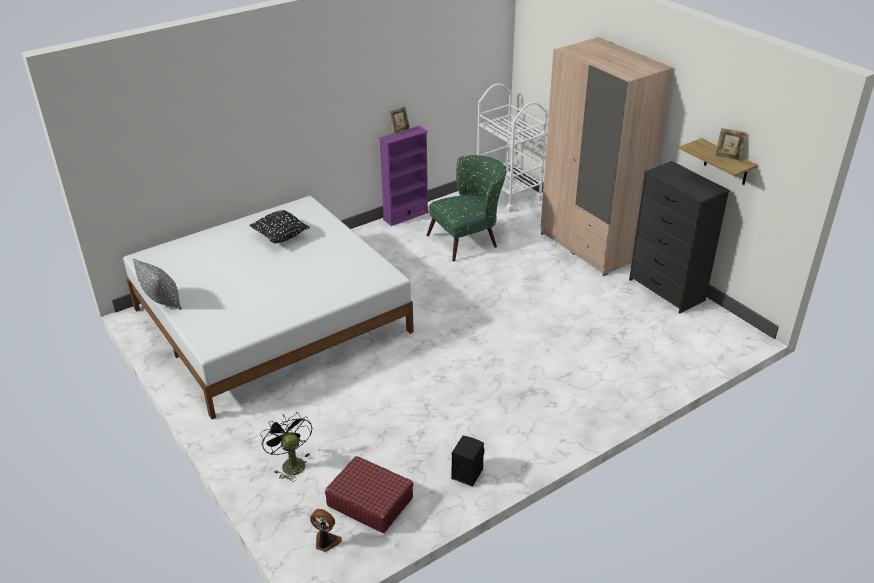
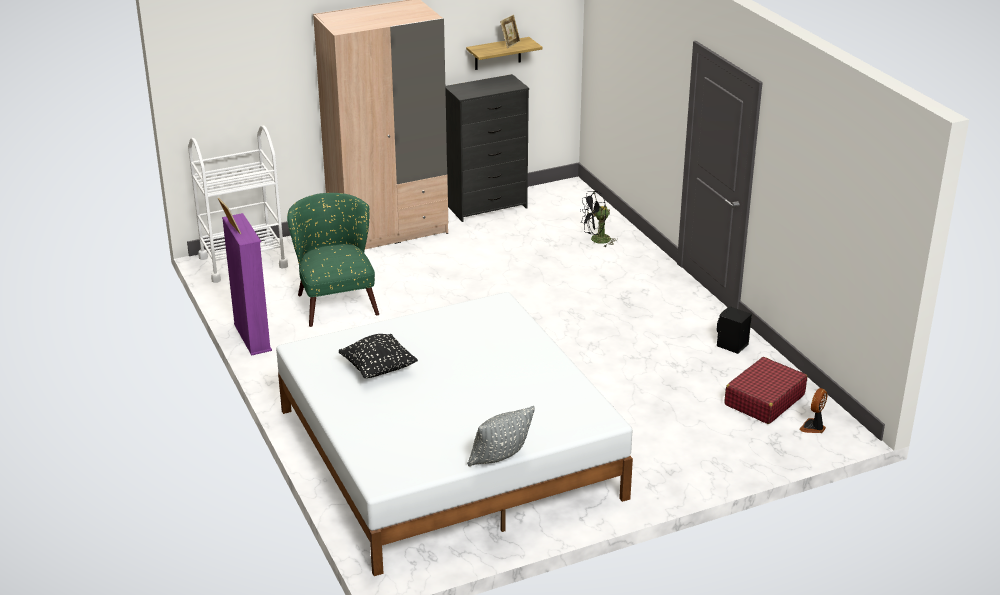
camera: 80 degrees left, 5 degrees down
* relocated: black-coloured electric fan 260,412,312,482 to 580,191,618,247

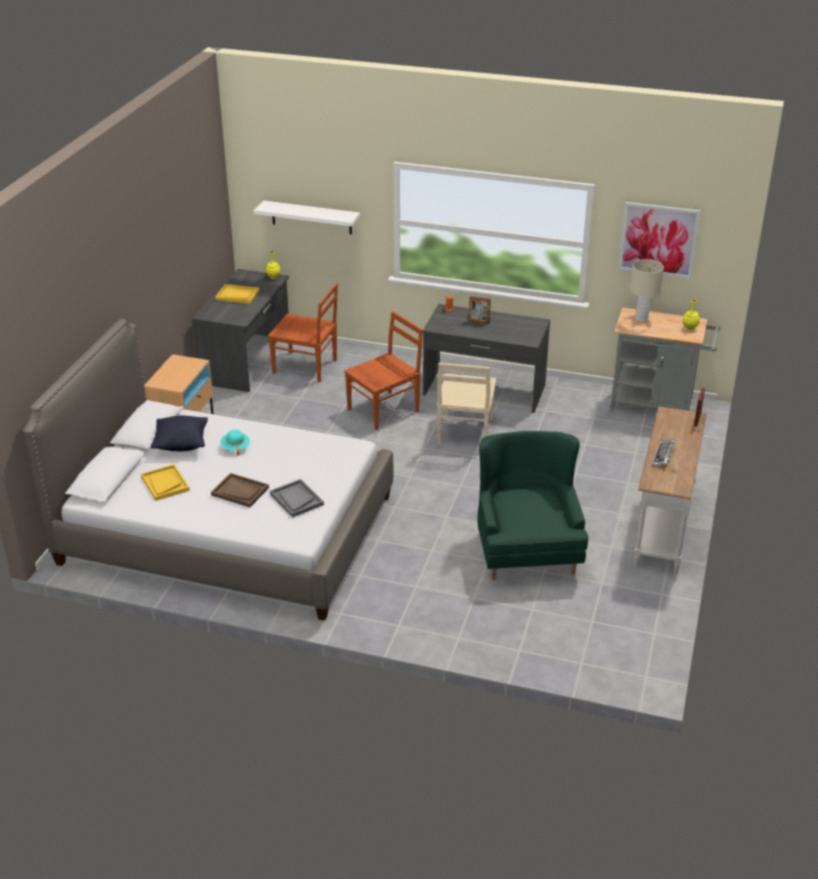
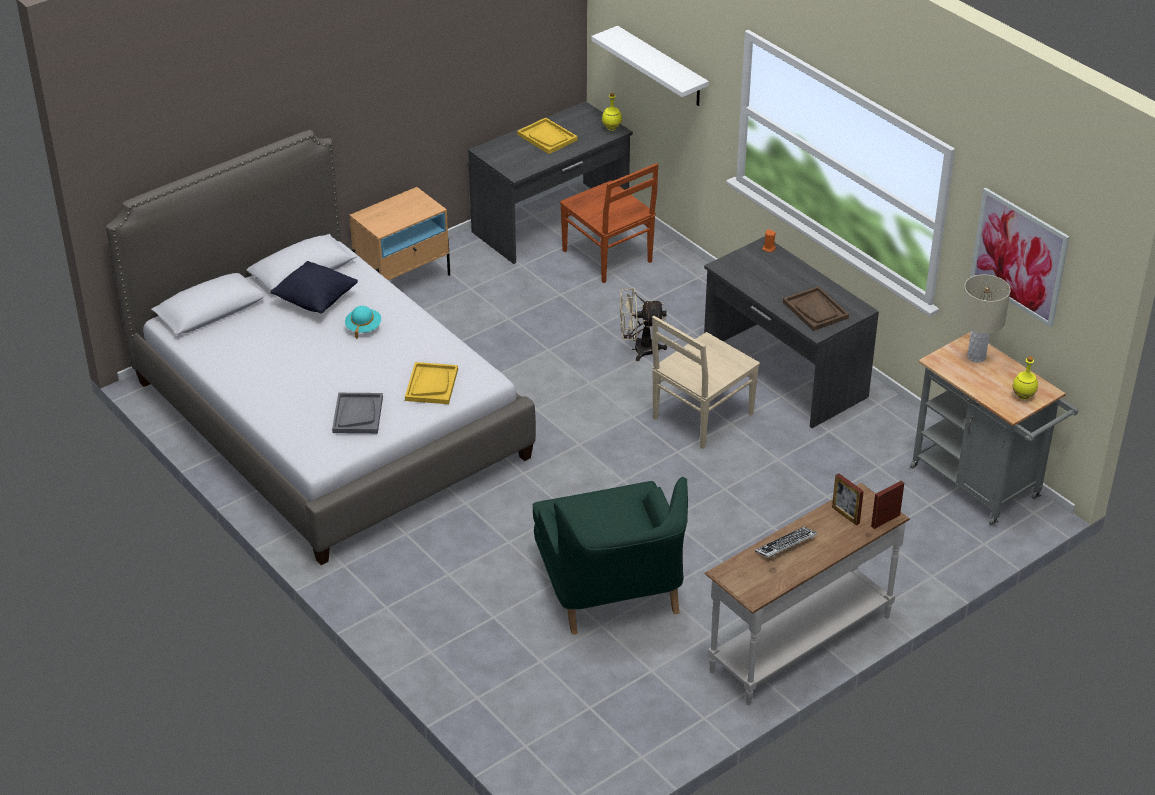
camera: 35 degrees right, 5 degrees up
* relocated: yellow carrying tray 141,464,190,501 to 405,362,458,404
* spun: green-coloured lounge chair 477,431,589,580 = 532,477,688,635 135 degrees clockwise
* exchanged: brownish chair 344,311,423,430 to beige-coloured electric fan 620,287,667,361
* relocated: brownish carrying tray 211,473,269,507 to 783,286,849,331
* relocated: picture frame 469,296,491,324 to 832,473,864,526

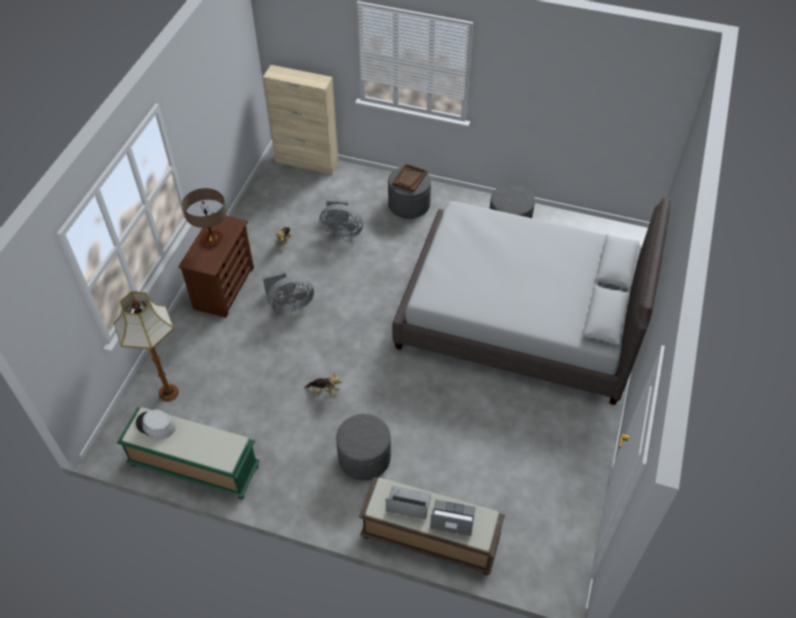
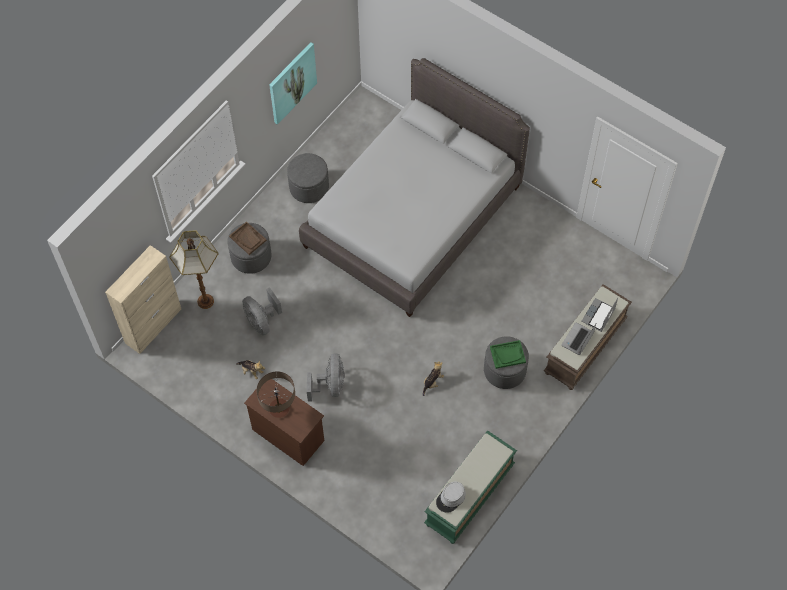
camera: 70 degrees left, 10 degrees up
* relocated: standing lamp 114,291,179,401 to 169,230,218,309
* spun: gray electric fan 319,198,363,239 = 242,287,282,335 120 degrees clockwise
* appeared: wall art 269,42,317,125
* appeared: green-coloured carrying tray 490,340,526,369

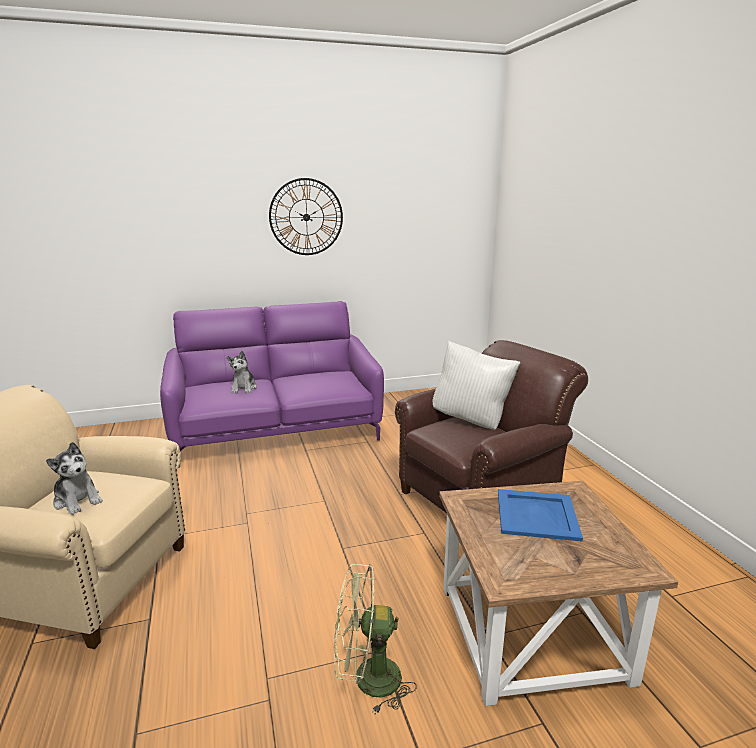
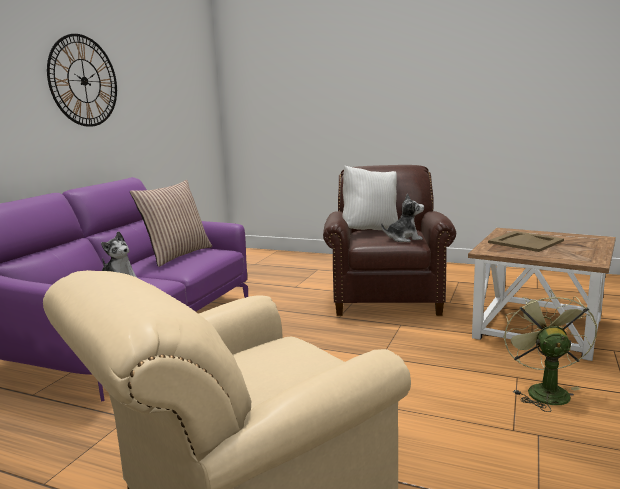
camera: 50 degrees left, 5 degrees down
* appeared: cushion 130,180,212,267
* relocated: soft toy 46,442,103,515 to 381,193,424,242
* colour: blue-coloured carrying tray 498,489,583,541 to beige-coloured carrying tray 488,231,564,252
* spun: green-coloured electric fan 334,564,417,714 = 503,290,597,412 150 degrees clockwise

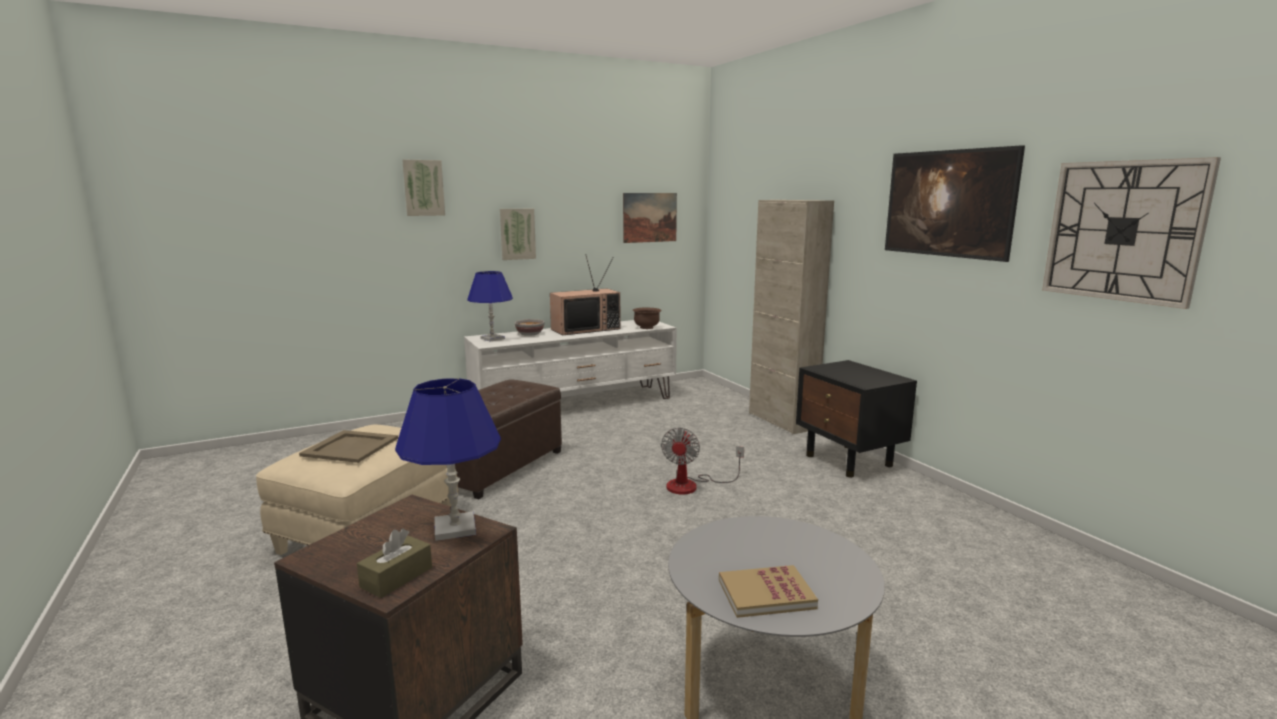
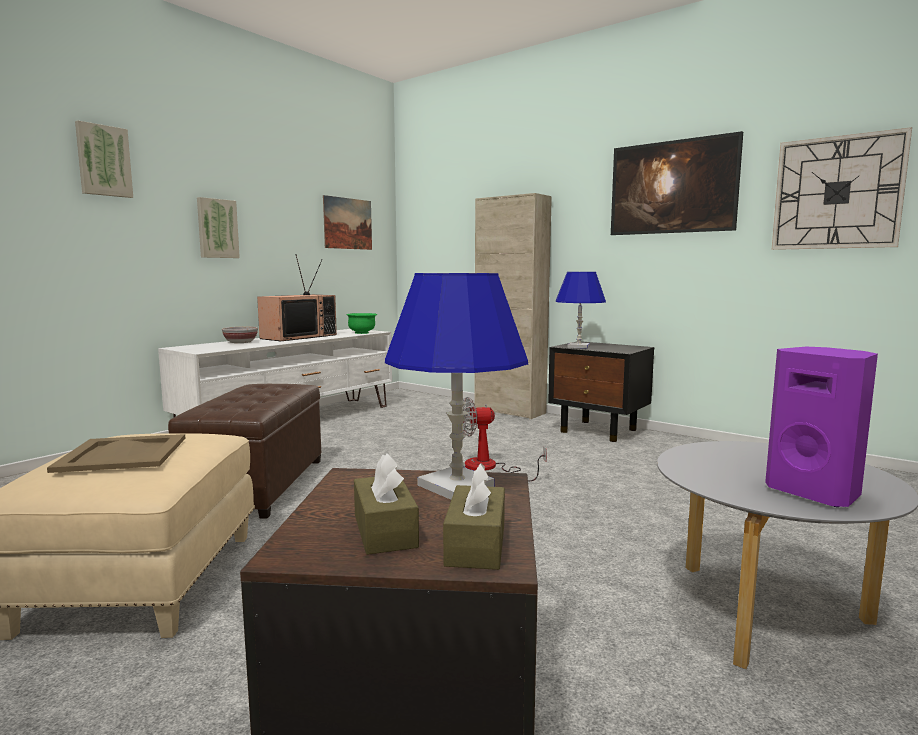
camera: 25 degrees left, 5 degrees down
* colour: brownish bowl 633,307,662,329 to green-coloured bowl 346,313,377,334
* appeared: brownish tissue box 354,453,419,555
* spun: electric fan 661,428,744,495 = 463,397,547,481 90 degrees clockwise
* relocated: blue-coloured tabletop lamp 467,271,513,342 to 556,272,606,348
* exchanged: book 719,565,818,618 to purple-coloured audio speaker 765,347,878,507

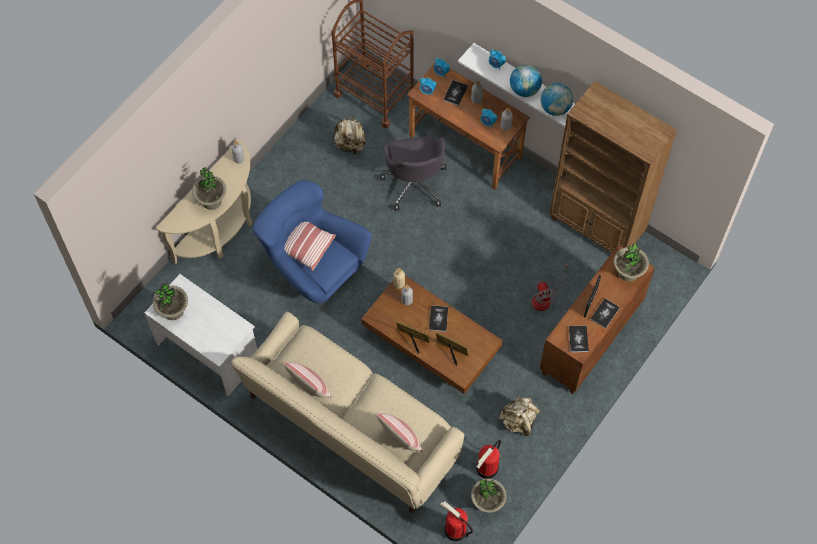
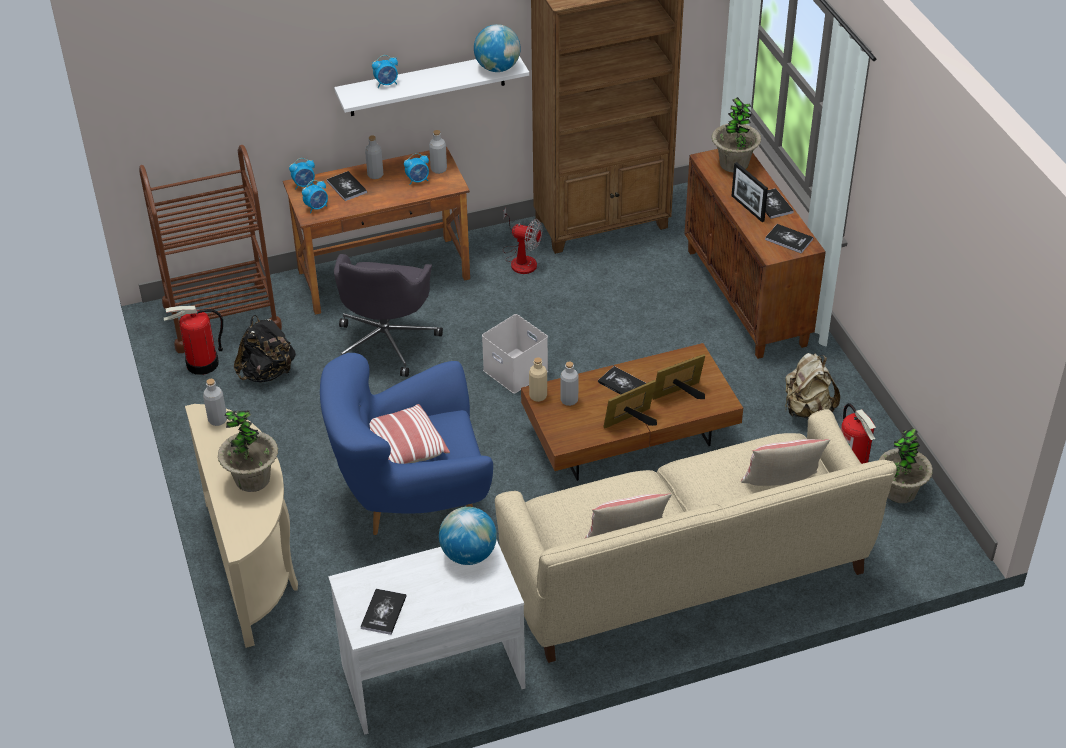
camera: 55 degrees left, 20 degrees down
* relocated: fire extinguisher 440,501,473,541 to 164,306,223,375
* colour: beige-coloured knapsack 332,116,366,156 to black-coloured knapsack 234,315,296,382
* spun: gray computer chair 380,136,447,211 = 334,254,443,377 75 degrees clockwise
* exchanged: houseplant 153,283,188,320 to book 360,589,407,635
* relocated: world globe 510,64,542,97 to 439,507,497,565
* appeared: whitish storage box 482,314,548,394
* relocated: electric fan 532,263,569,311 to 503,208,542,274

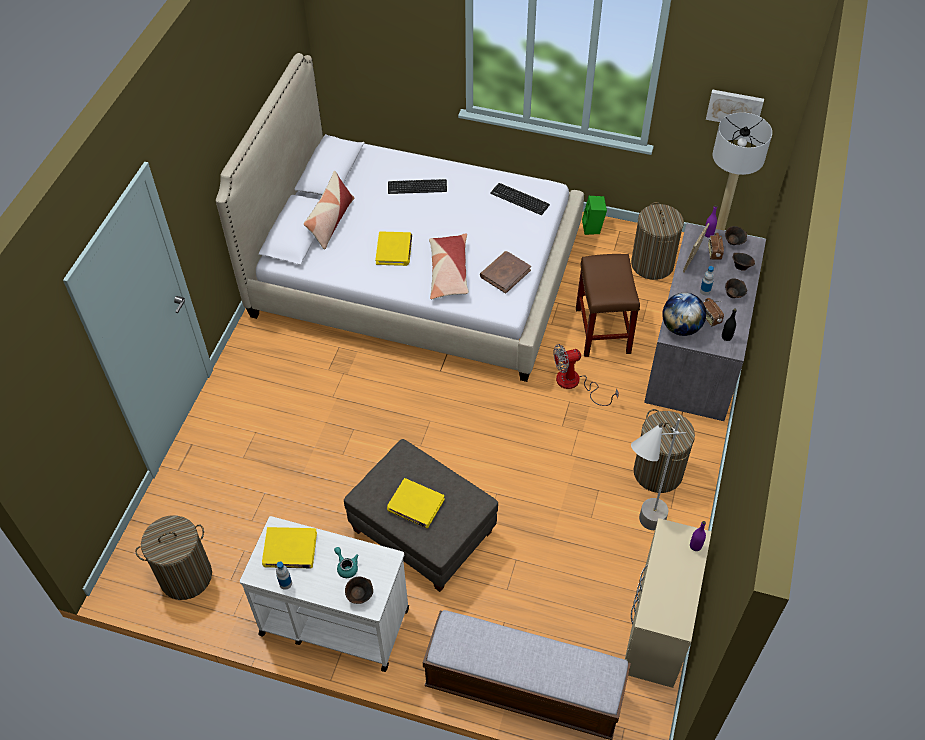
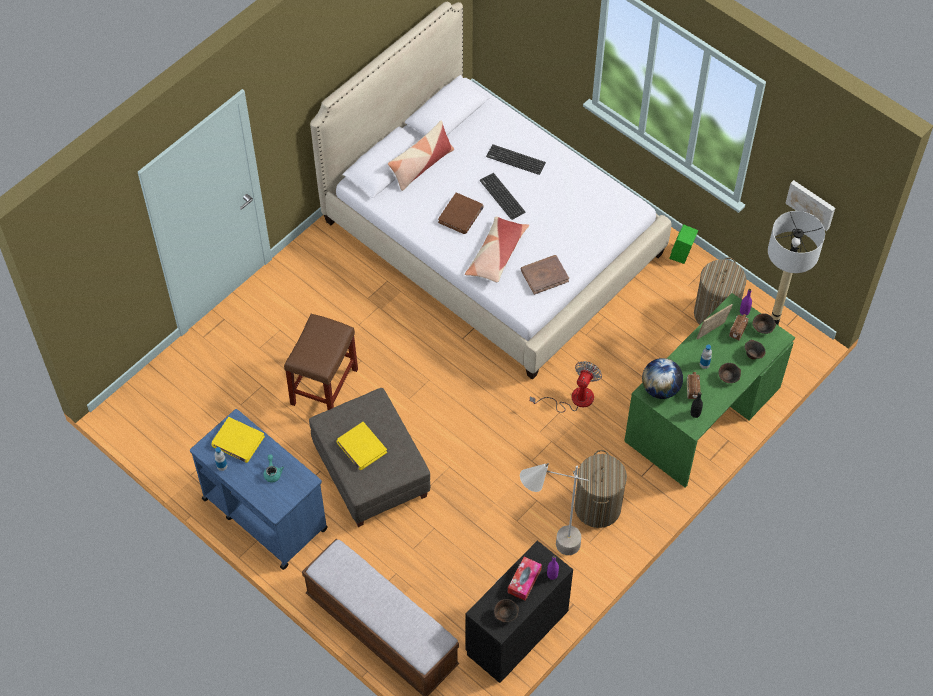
camera: 25 degrees right, 5 degrees up
* colour: whitish trolley 240,516,409,672 to blue-coloured trolley 190,409,328,570
* relocated: brownish stool 576,254,640,357 to 284,314,358,410
* colour: yellow book 375,231,412,266 to brownish book 438,192,484,234
* colour: beige-coloured dresser 625,518,712,688 to black-coloured dresser 465,540,573,683
* relocated: PC keyboard 490,183,550,215 to 480,173,526,220
* relocated: brownish bowl 345,577,373,604 to 494,599,519,622
* appeared: tissue box 508,557,542,601
* spun: electric fan 553,344,619,406 = 530,361,602,413 105 degrees clockwise
* colour: gray desk unit 644,223,766,421 to green-coloured desk unit 624,293,795,488
* missing: washing basket 135,515,212,600

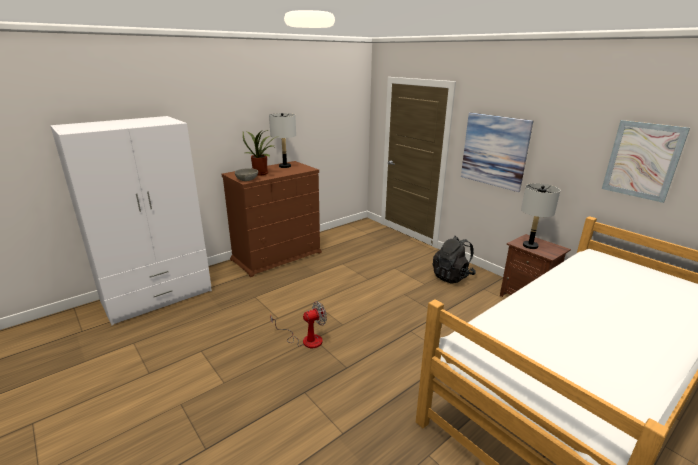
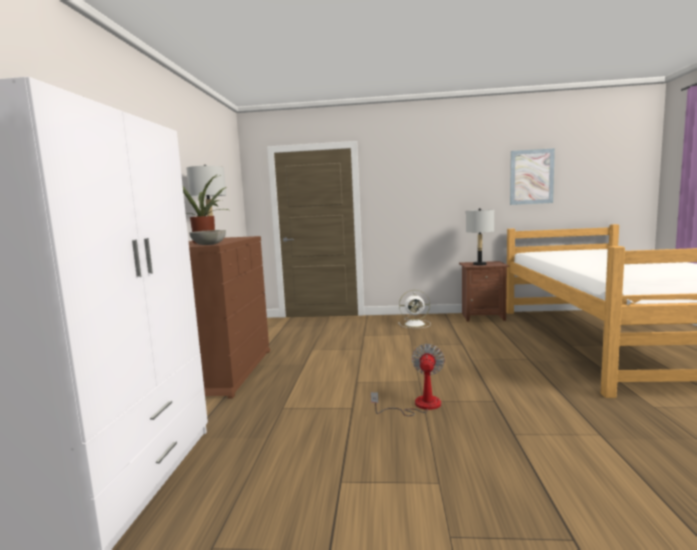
camera: 45 degrees left, 15 degrees down
* exchanged: black-coloured knapsack 433,236,476,284 to whitish electric fan 398,290,431,328
* missing: wall art 461,113,533,192

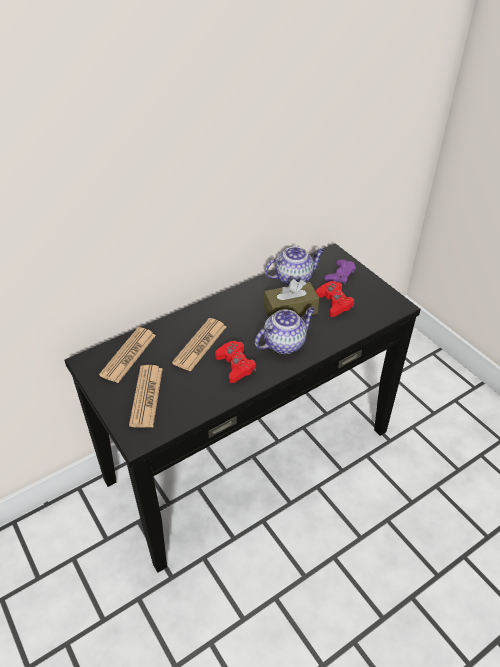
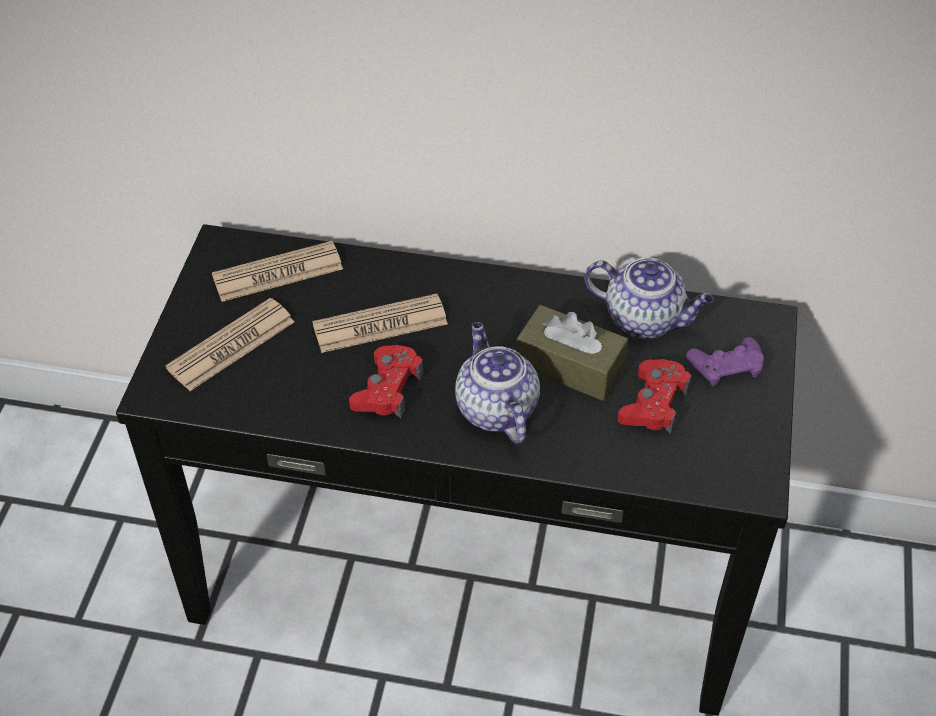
camera: 45 degrees right, 5 degrees up
* spun: teapot 255,307,315,354 = 455,322,540,443 120 degrees counterclockwise

